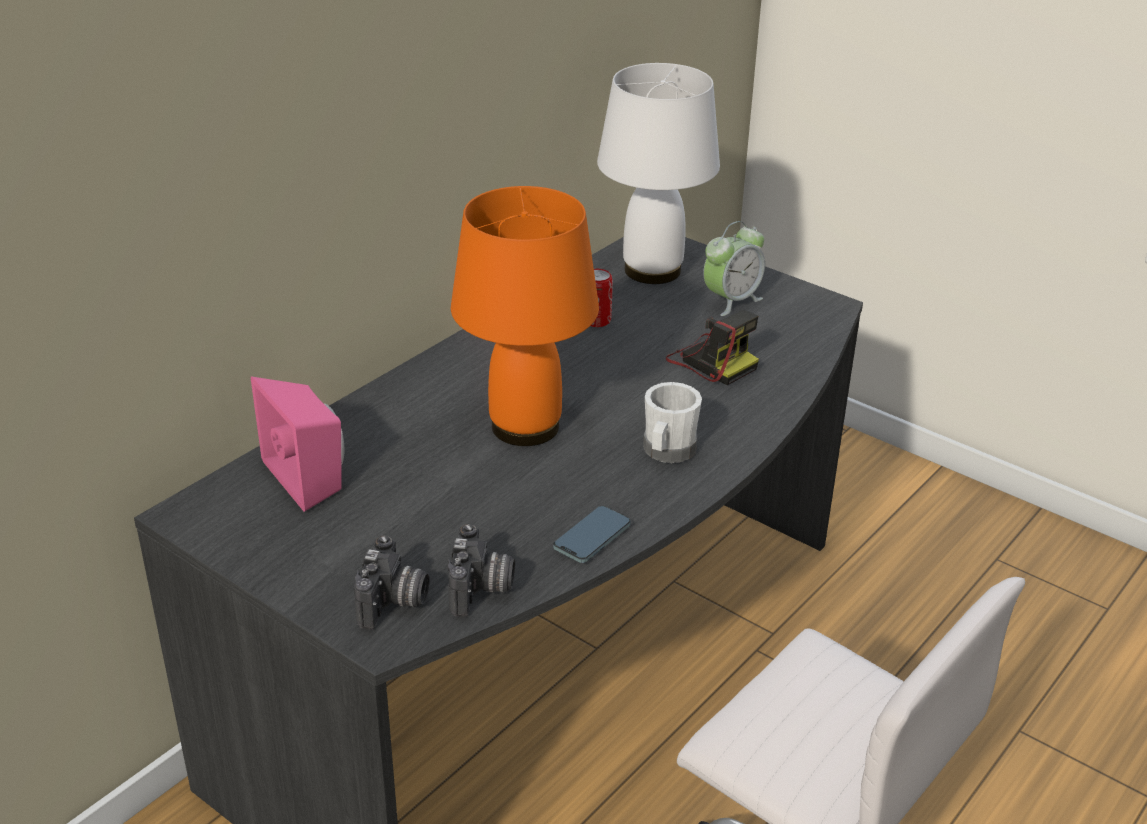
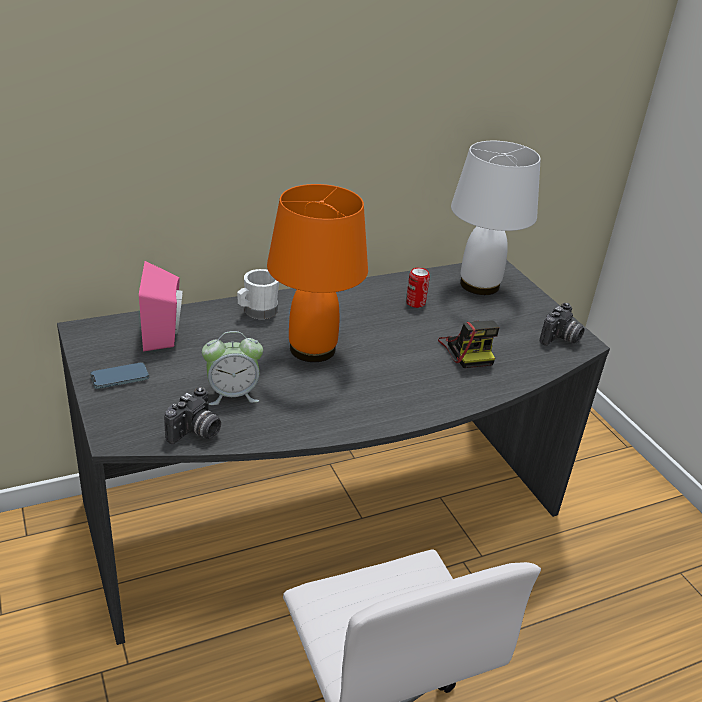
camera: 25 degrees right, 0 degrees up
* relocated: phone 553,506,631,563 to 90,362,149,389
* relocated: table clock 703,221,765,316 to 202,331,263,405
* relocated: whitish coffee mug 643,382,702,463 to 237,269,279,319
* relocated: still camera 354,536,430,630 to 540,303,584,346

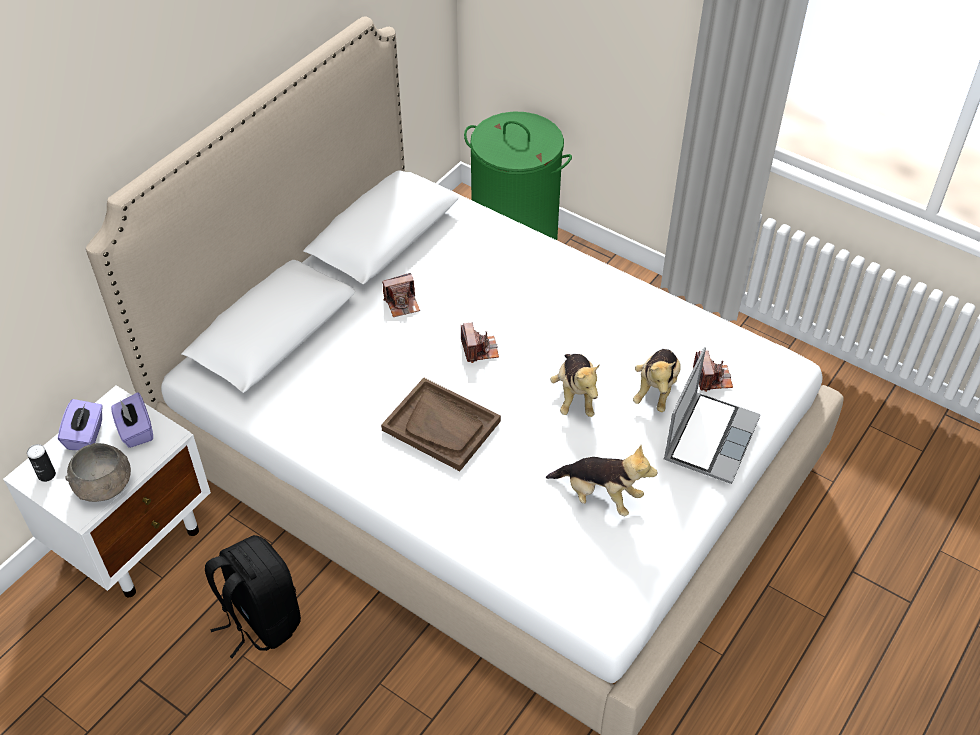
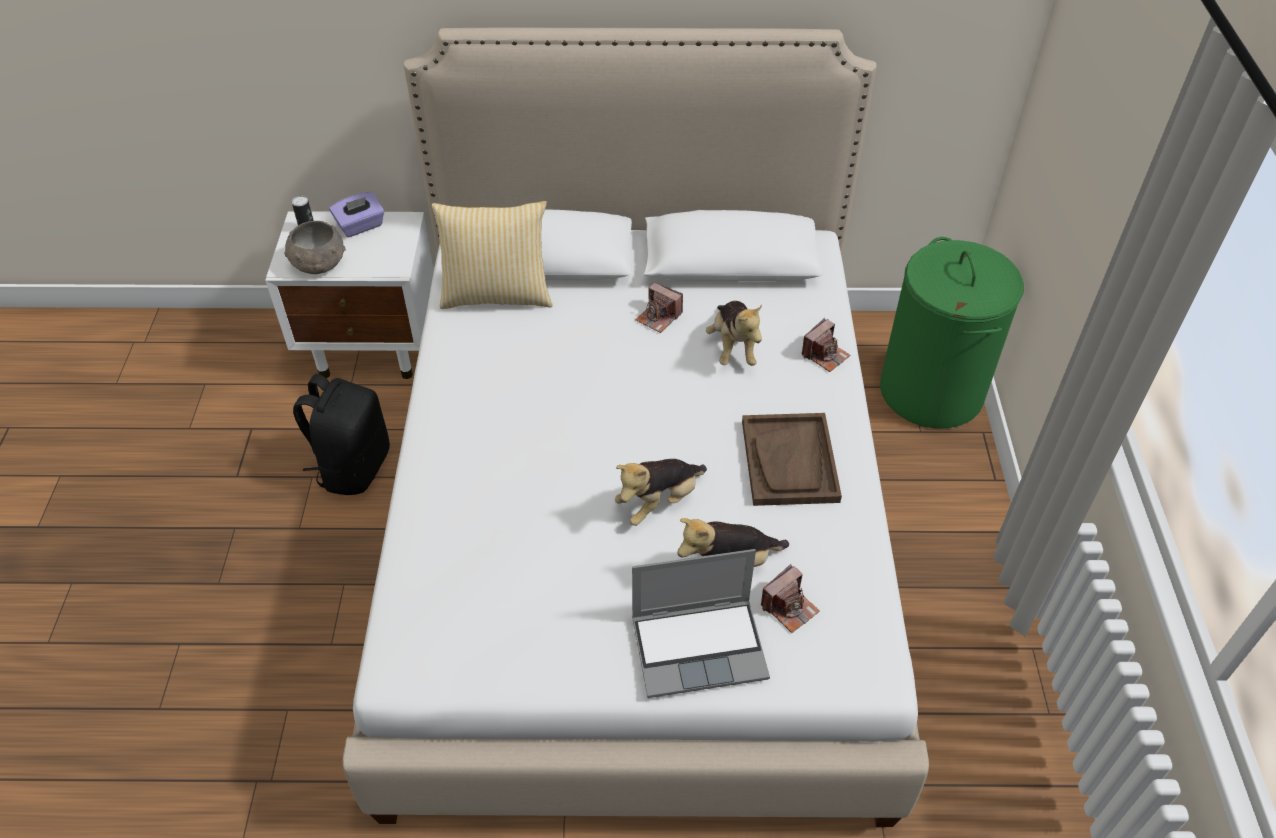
camera: 55 degrees right, 0 degrees up
* appeared: cushion 432,201,553,309
* relocated: soft toy 546,445,658,517 to 706,301,762,366
* relocated: brownish carrying tray 381,377,501,471 to 742,413,842,506
* relocated: still camera 461,323,499,363 to 801,318,850,372
* missing: purple-coloured tissue box 111,392,153,448

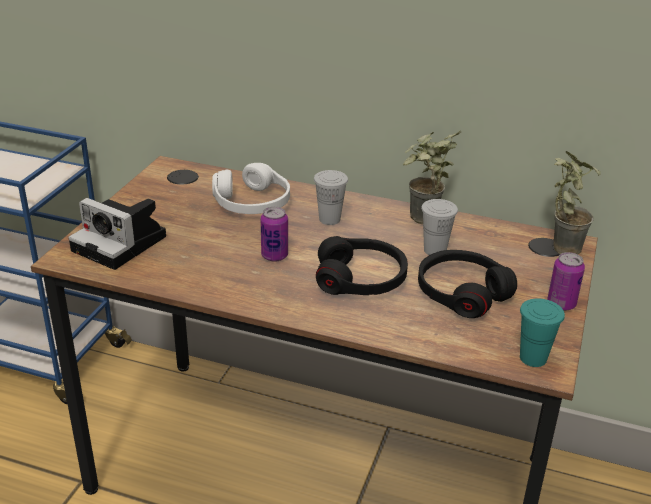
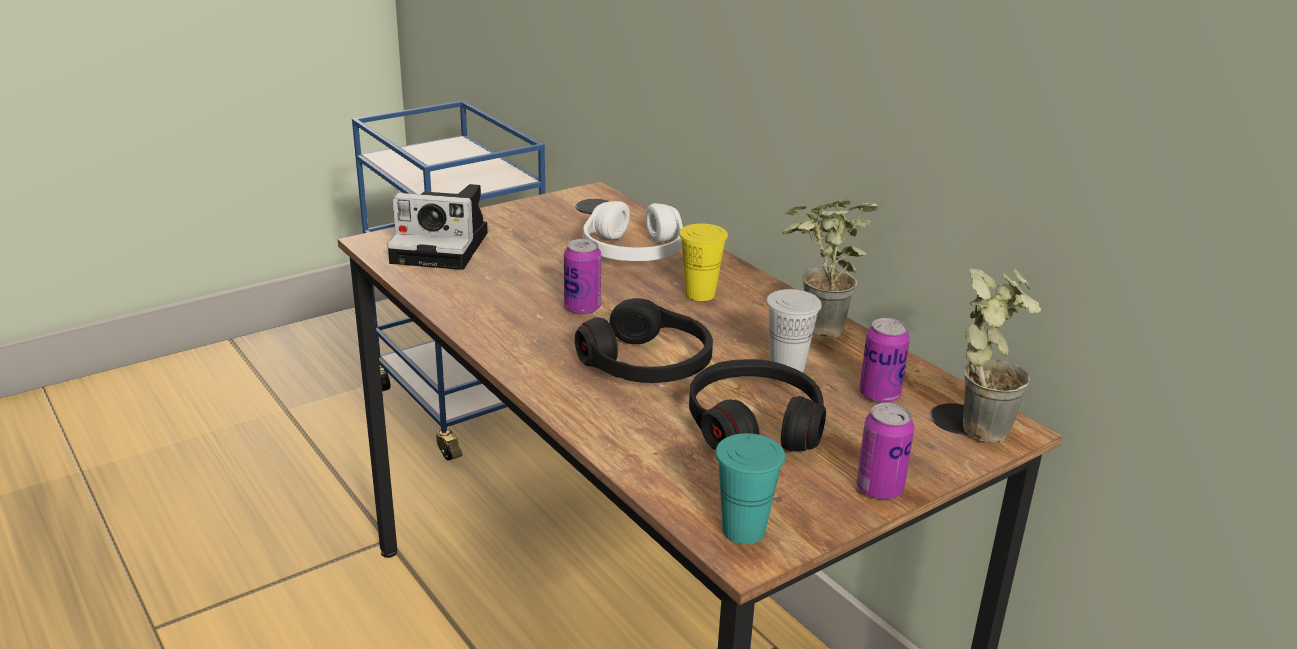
camera: 35 degrees right, 5 degrees down
* spun: still camera 68,198,166,270 = 387,184,488,270 60 degrees counterclockwise
* colour: whitish small cup 314,170,348,225 to yellow small cup 679,223,728,301
* appeared: can 859,318,910,403

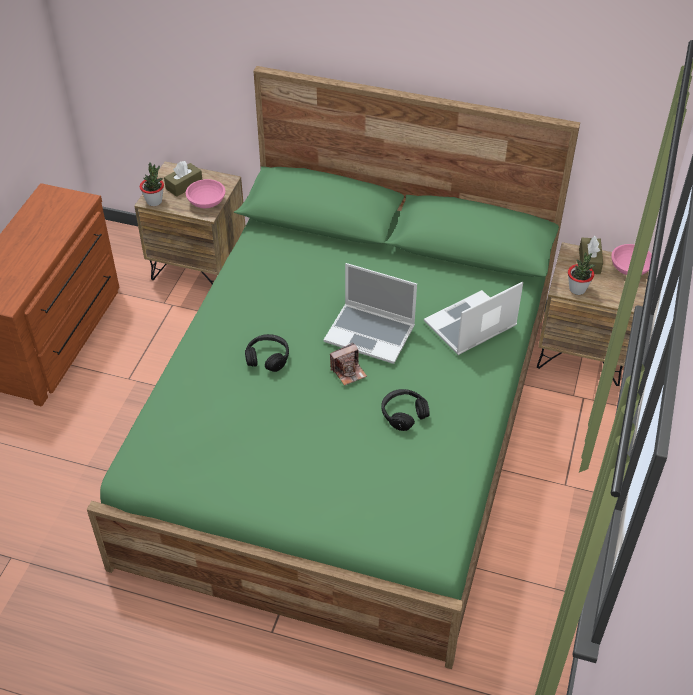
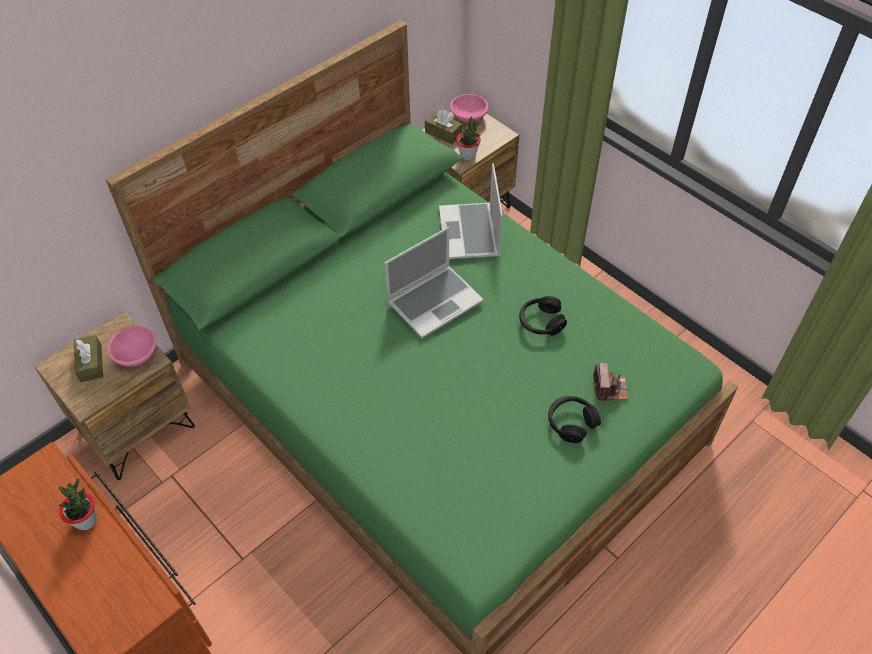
camera: 60 degrees left, 5 degrees up
* relocated: houseplant 140,163,164,206 to 58,478,97,530
* relocated: black-coloured headphones 245,334,289,372 to 548,396,601,443
* relocated: still camera 330,343,367,386 to 593,363,628,402

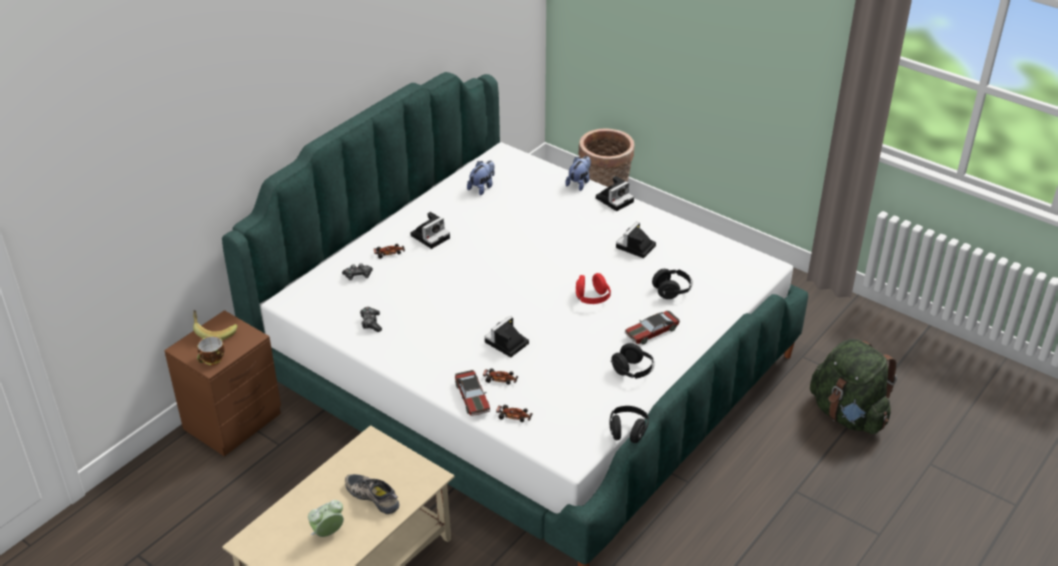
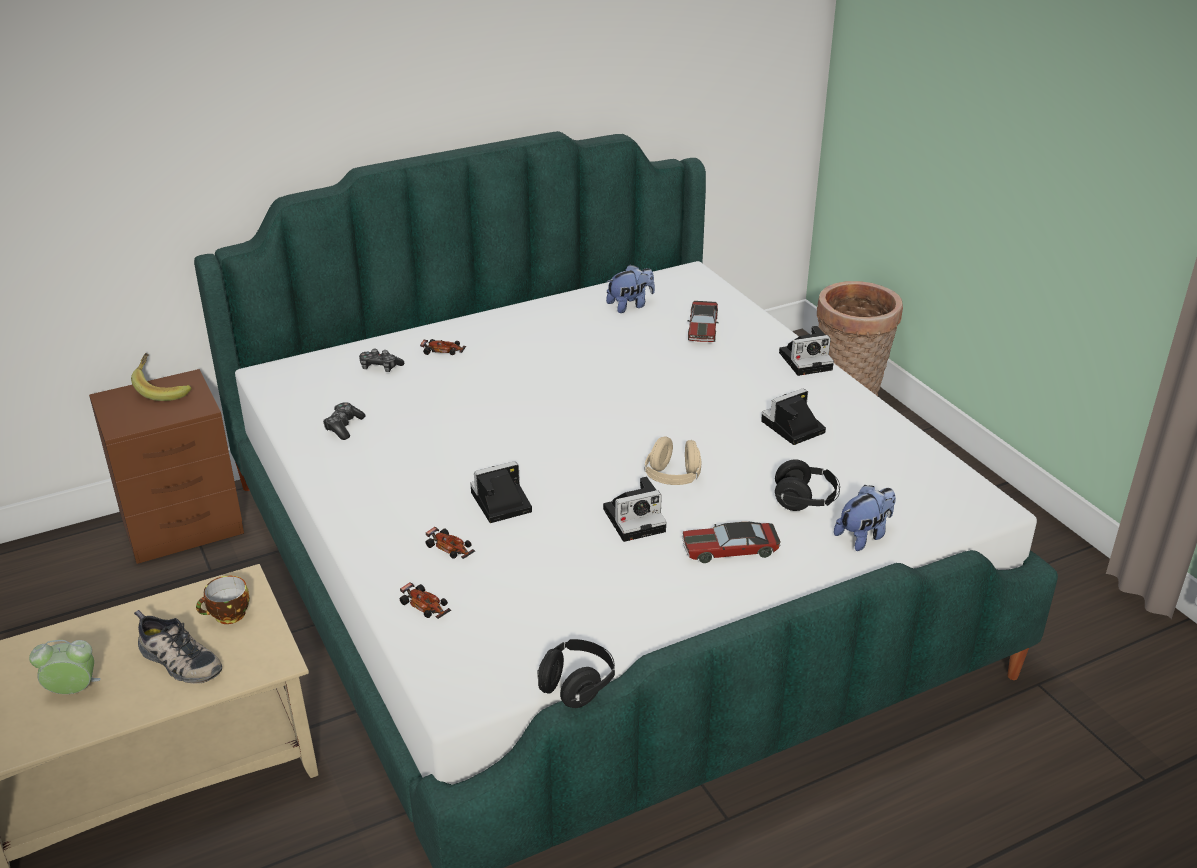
camera: 25 degrees right, 5 degrees down
* spun: shoe 345,474,400,514 = 134,610,222,684 150 degrees clockwise
* relocated: small cup 197,336,225,365 to 196,576,250,624
* relocated: still camera 410,212,450,249 to 603,477,667,542
* colour: red-coloured headphones 576,273,611,304 to beige-coloured headphones 645,436,701,485
* relocated: miniature car 455,370,490,416 to 687,301,719,342
* relocated: soft toy 565,156,591,191 to 834,485,896,551
* missing: black-coloured headphones 611,343,654,379
* missing: green-coloured knapsack 810,339,897,434

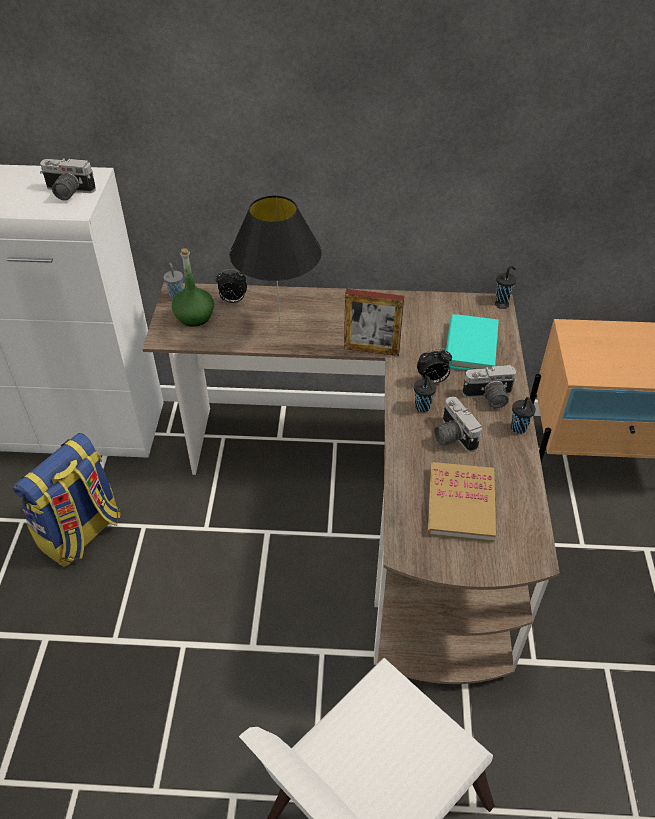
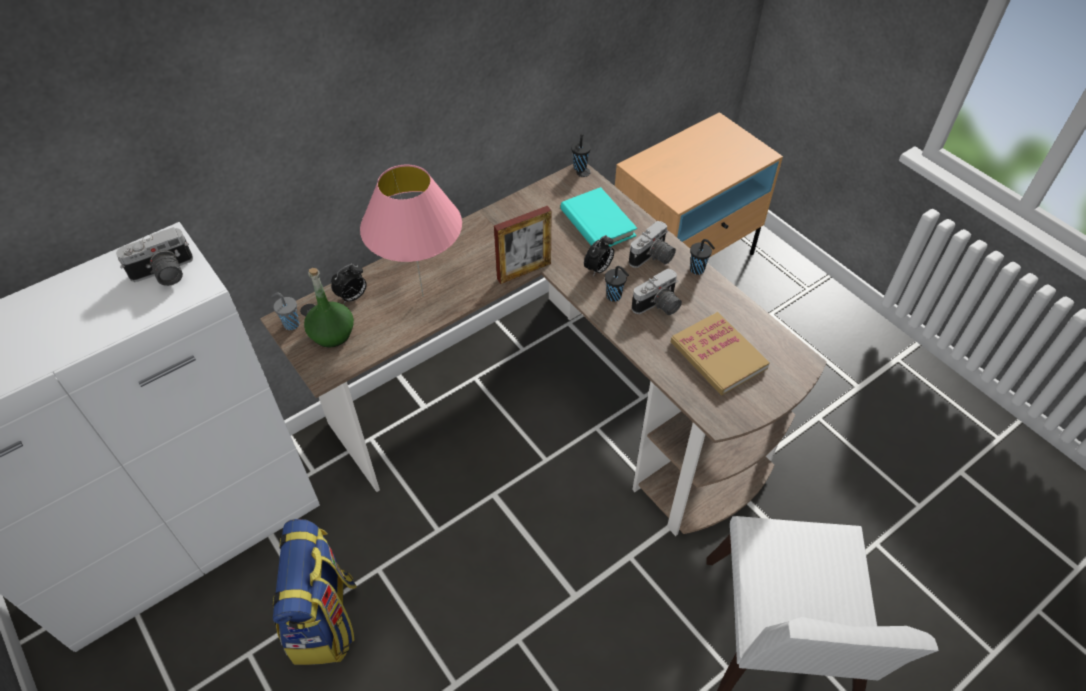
camera: 40 degrees left, 5 degrees up
* colour: black-coloured tabletop lamp 229,196,322,327 to pink-coloured tabletop lamp 360,165,462,297
* spun: still camera 434,397,482,452 = 631,268,682,315 60 degrees counterclockwise

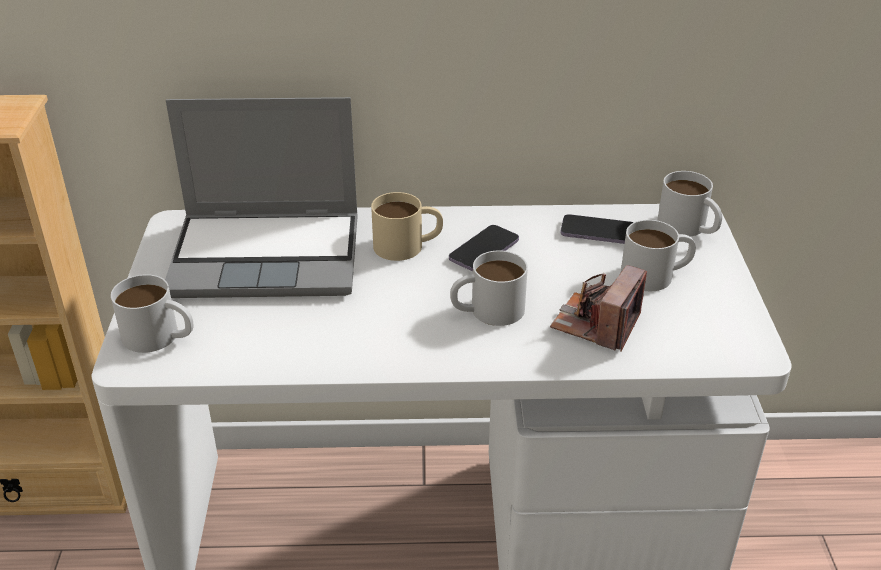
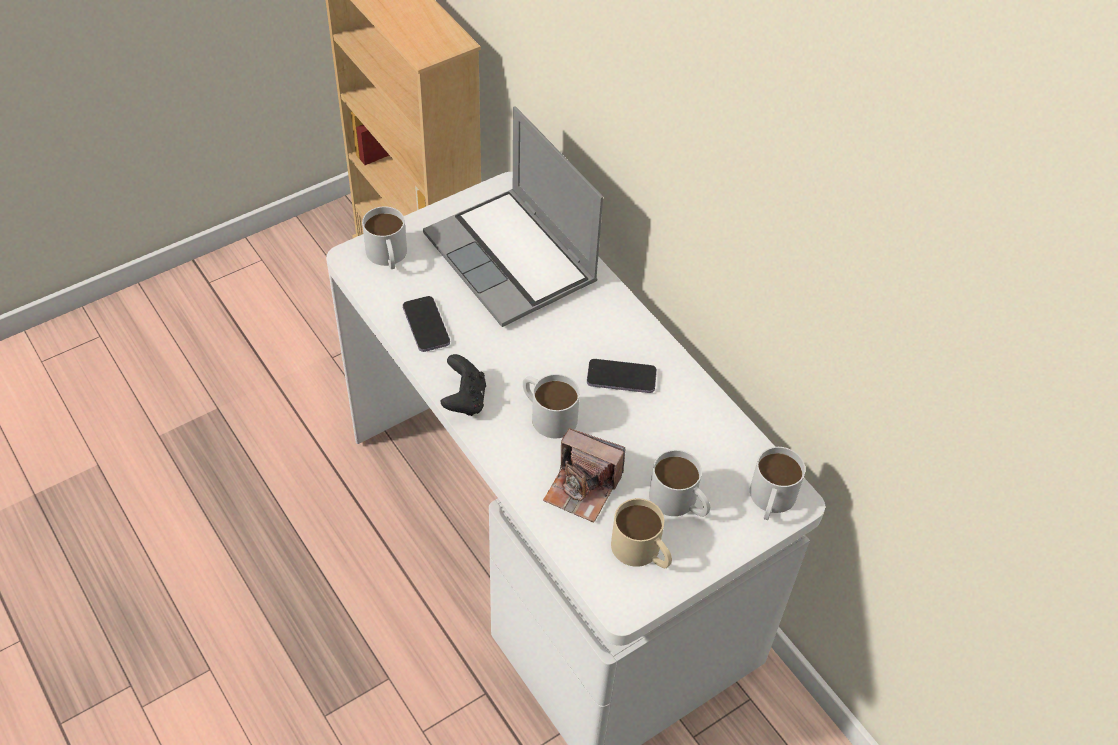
camera: 55 degrees right, 15 degrees up
* relocated: phone 560,214,634,244 to 403,296,450,352
* appeared: black-coloured gamepad 441,354,486,416
* spun: still camera 550,265,647,352 = 543,428,625,522 150 degrees counterclockwise
* relocated: beige-coloured coffee mug 371,192,443,261 to 611,498,672,568

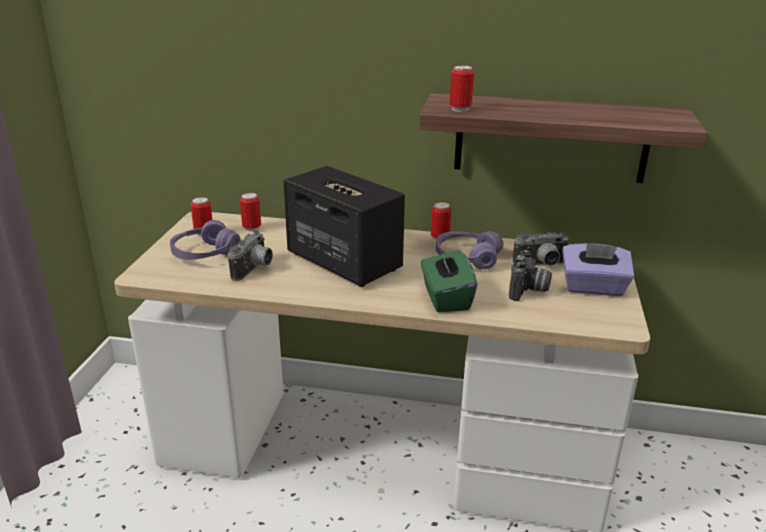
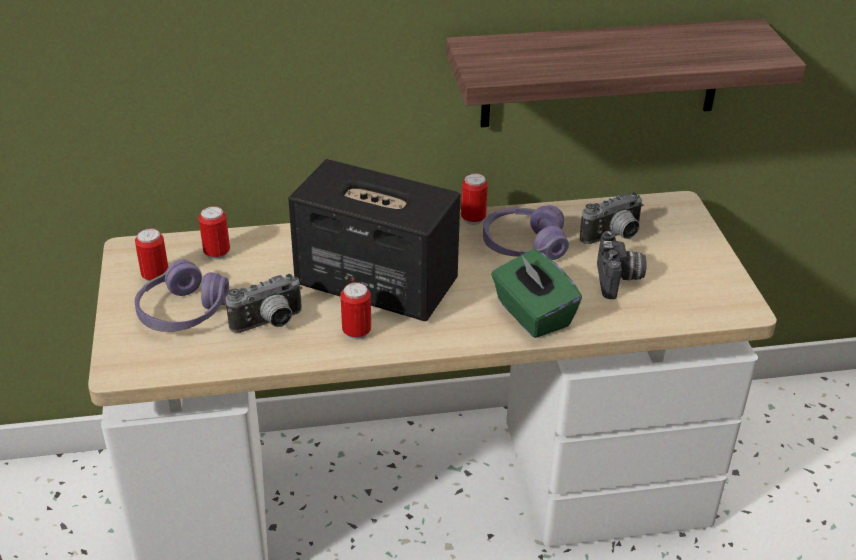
camera: 20 degrees left, 10 degrees up
* spun: still camera 228,231,273,281 = 226,274,302,333 60 degrees clockwise
* relocated: can 450,65,474,112 to 341,282,371,340
* missing: purple-coloured tissue box 562,243,634,296

